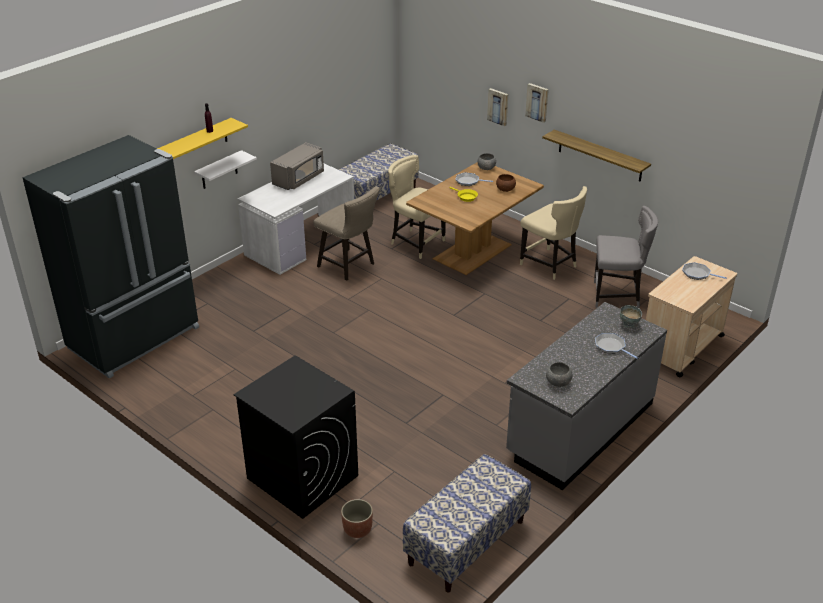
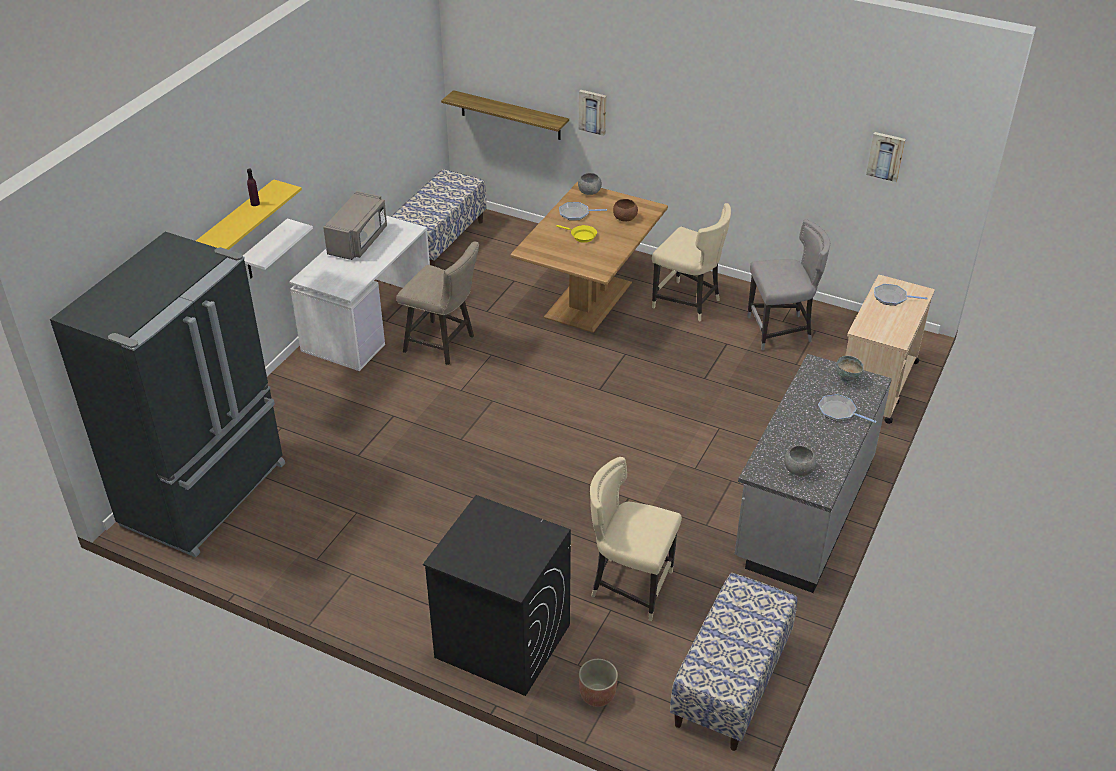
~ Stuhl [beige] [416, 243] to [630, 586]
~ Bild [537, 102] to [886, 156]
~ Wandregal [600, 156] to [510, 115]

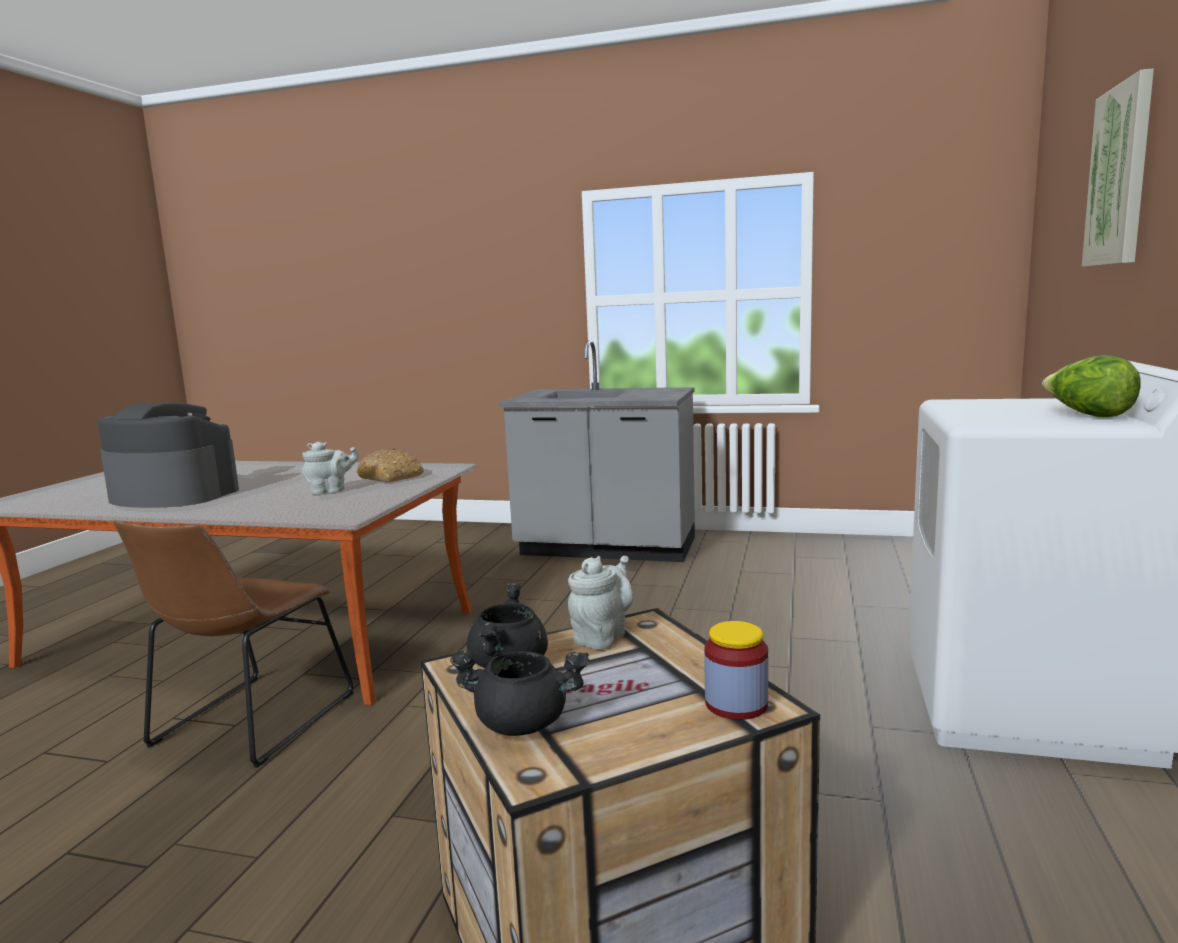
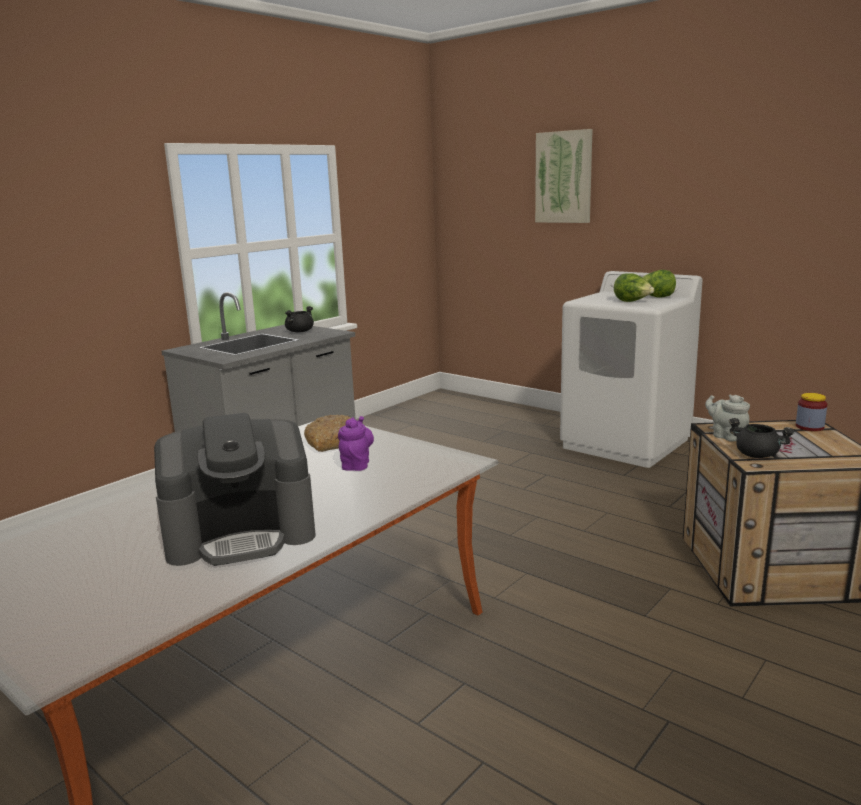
- Stuhl [braun] [248, 723]
+ Salatkopf [632, 302]
~ Kochtopf [schwarz] [523, 723] to [300, 331]
~ Teekanne [grau] [331, 491] to Teekanne [lila] [356, 464]
~ Kaffeemaschine [173, 495] = [241, 534] 150 degrees counterclockwise

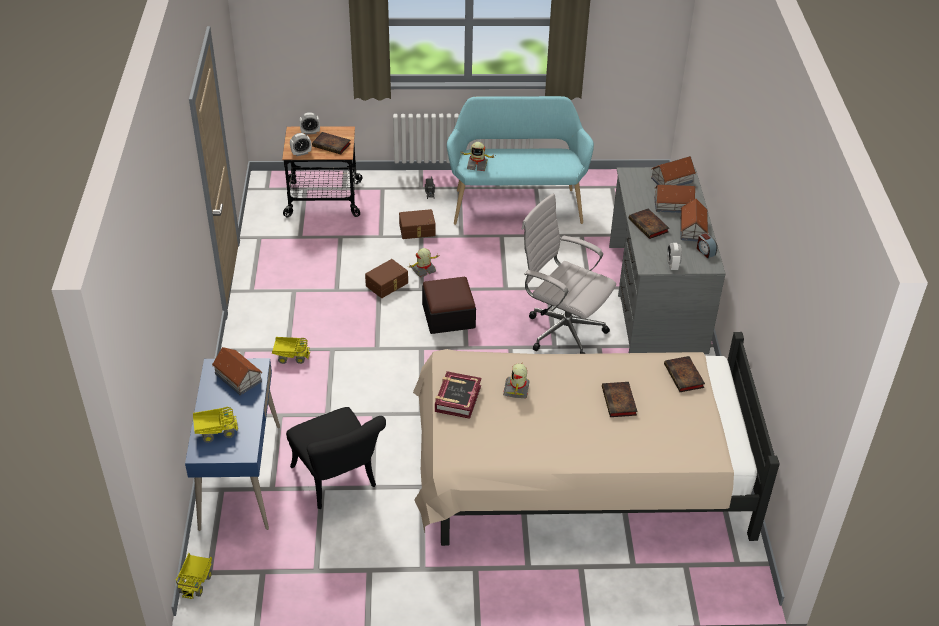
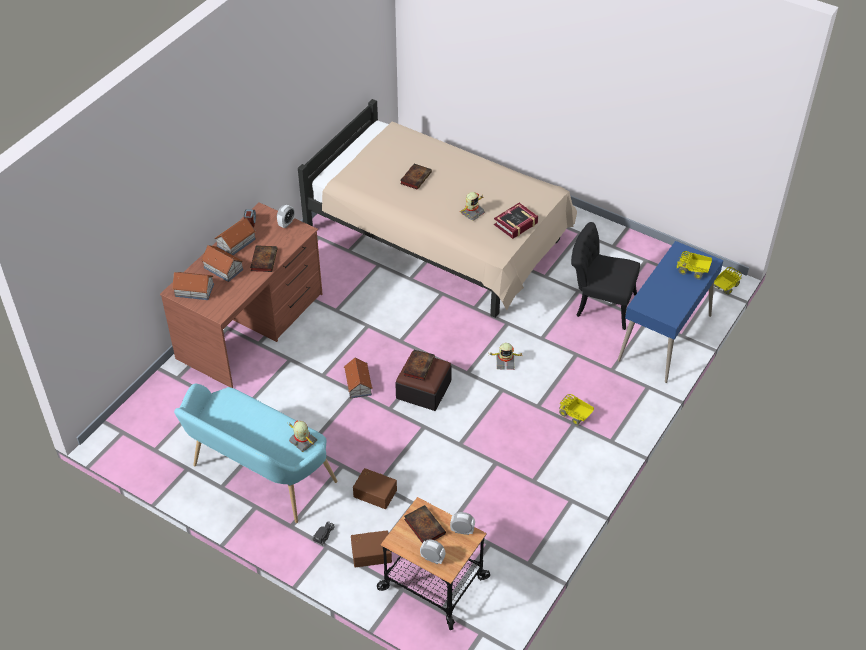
- Bürostuhl [weiß] [562, 331]
~ Spielzeughaus [238, 377] to [358, 384]
~ Aufbewahrungsbox [braun] [387, 285] to [371, 552]
~ Spielzeugroboter [423, 270] to [505, 362]
~ Buch [684, 377] to [419, 366]
~ Schreibtisch [grau] [655, 298] to Schreibtisch [braun] [251, 326]
~ Stuhl [schwarz] [338, 482] = [599, 304] 75 degrees counterclockwise

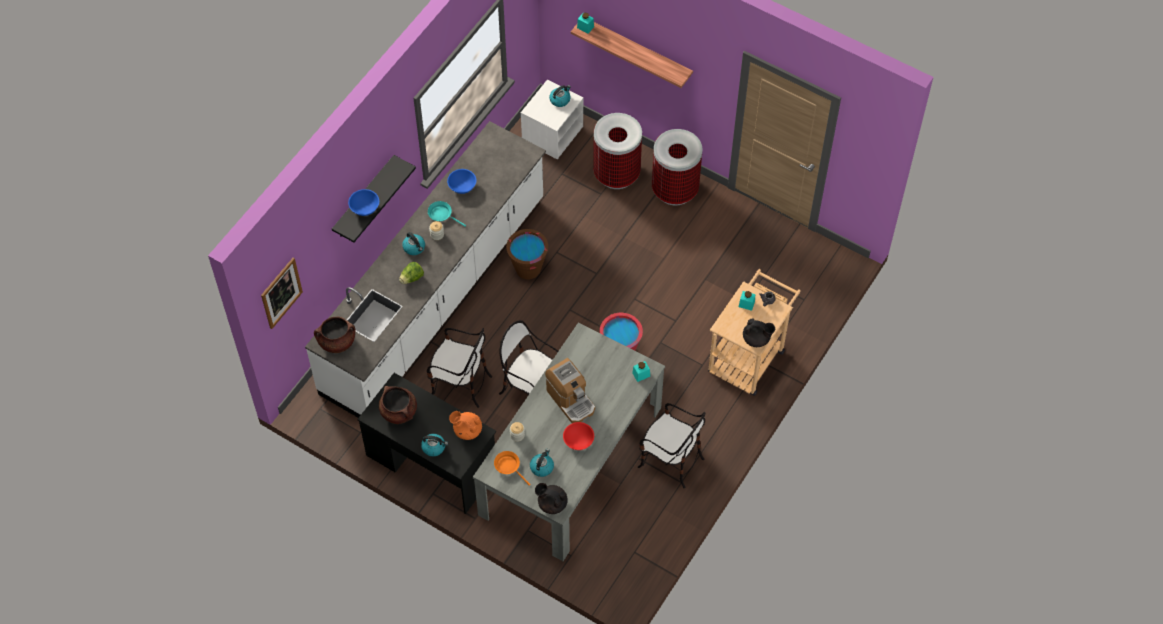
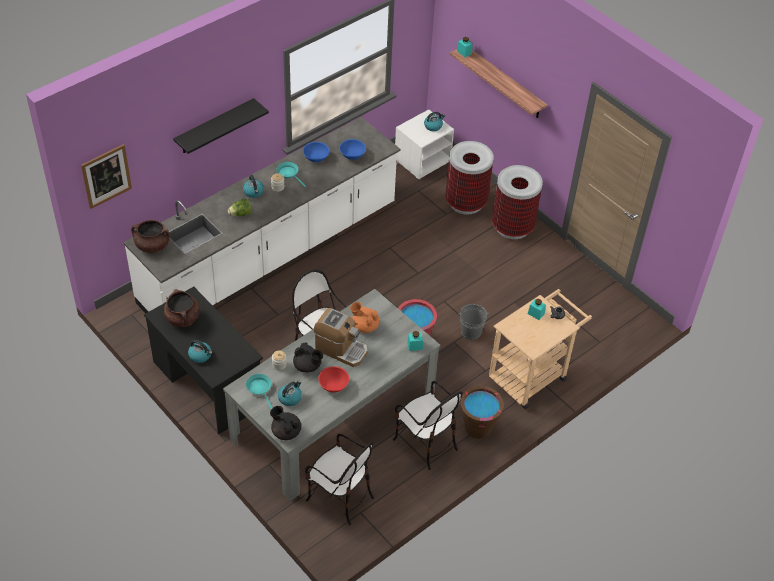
+ Eimer [grau] [471, 332]
~ Schüssel [blau] [365, 208] to [352, 155]
~ Stuhl [460, 384] to [340, 497]
~ Teekanne [orange] [467, 430] to [364, 326]
~ Eimer [braun] [528, 269] to [478, 428]
~ Teekanne [schwarz] [756, 339] to [308, 366]
~ Pfanne [orange] [509, 466] to Pfanne [türkis] [260, 389]
~ Kaffeemaschine [571, 400] = [341, 349] 45 degrees counterclockwise

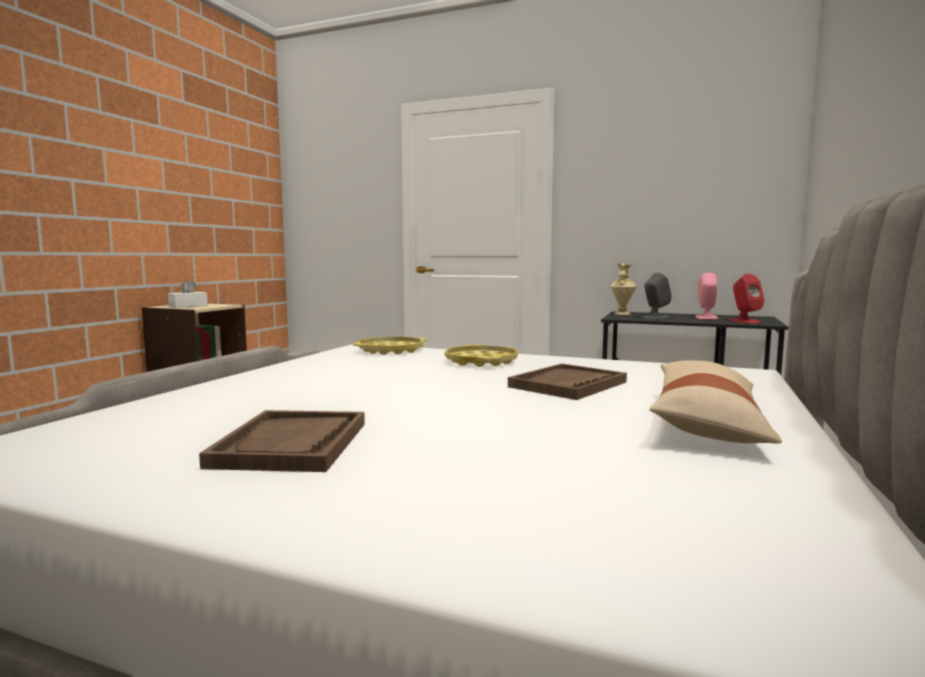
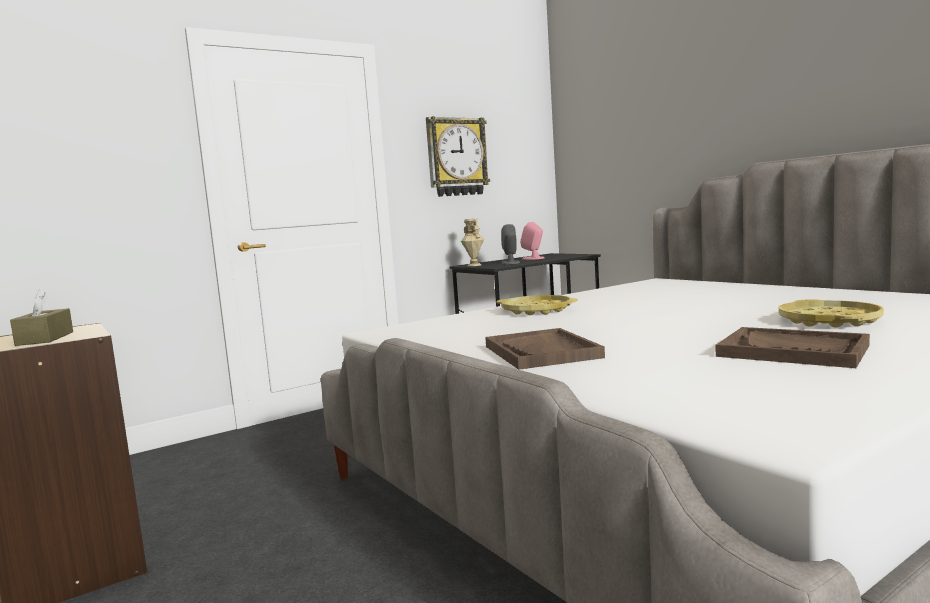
- Kissen [beige] [707, 421]
- Lautsprecher [rot] [745, 321]
+ Wanduhr [456, 157]
~ Tablett [gelb] [391, 351] to [829, 321]
~ Tablett [braun] [568, 384] to [542, 352]
~ Taschentuchbox [weiß] [188, 306] to Taschentuchbox [braun] [45, 338]

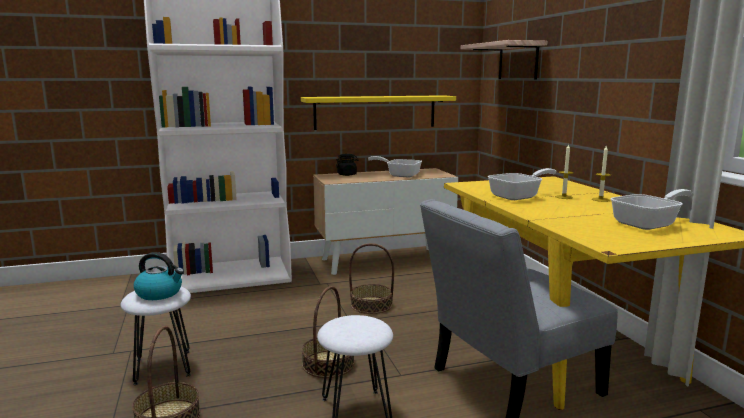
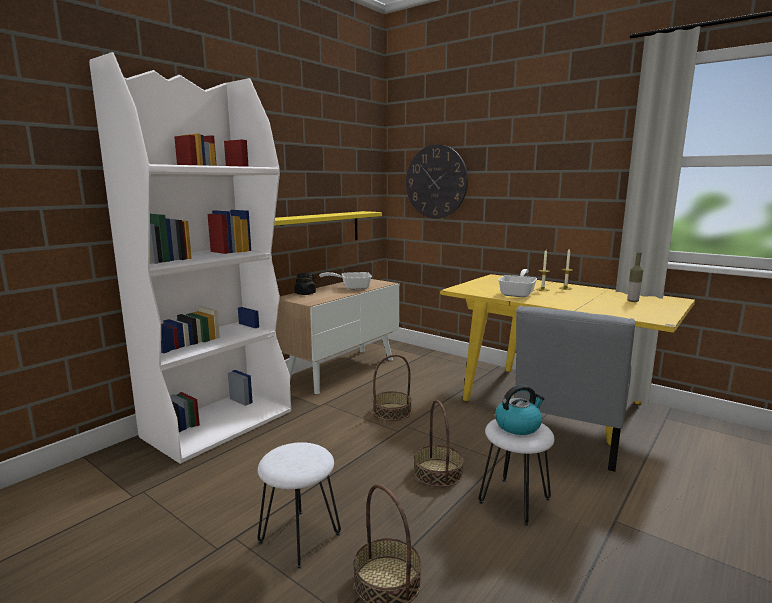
~ Wasserkessel [160, 293] to [518, 425]
~ Wandregal [518, 61] to Wanduhr [436, 182]
~ Pfanne [649, 224] to Flasche [632, 301]

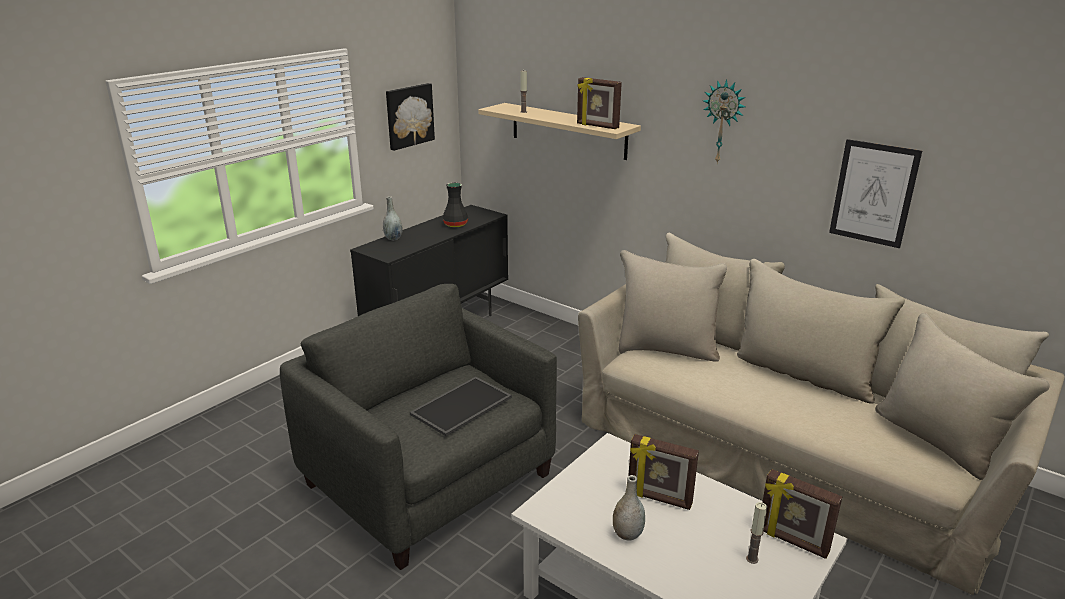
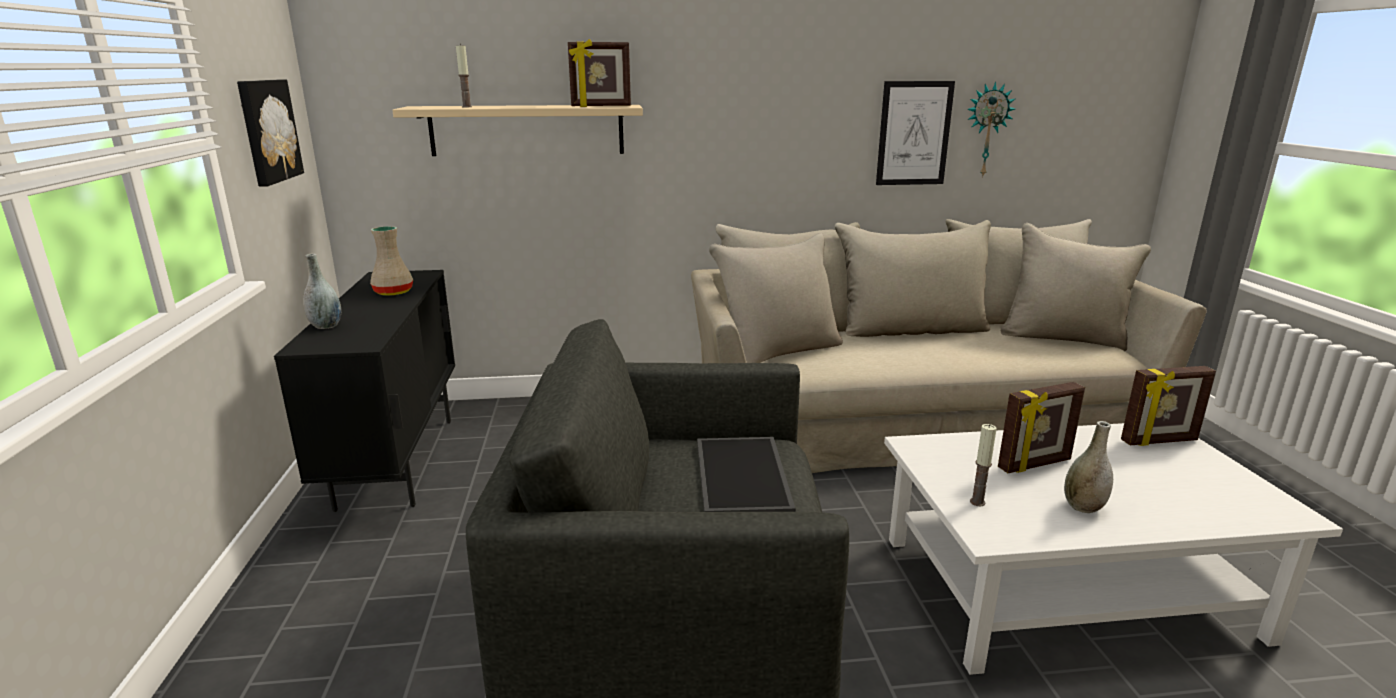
~ Wanduhr [723, 122] to [986, 130]
~ Kerze [752, 559] to [977, 502]
~ Vase [schwarz] [456, 224] to Vase [beige] [394, 292]

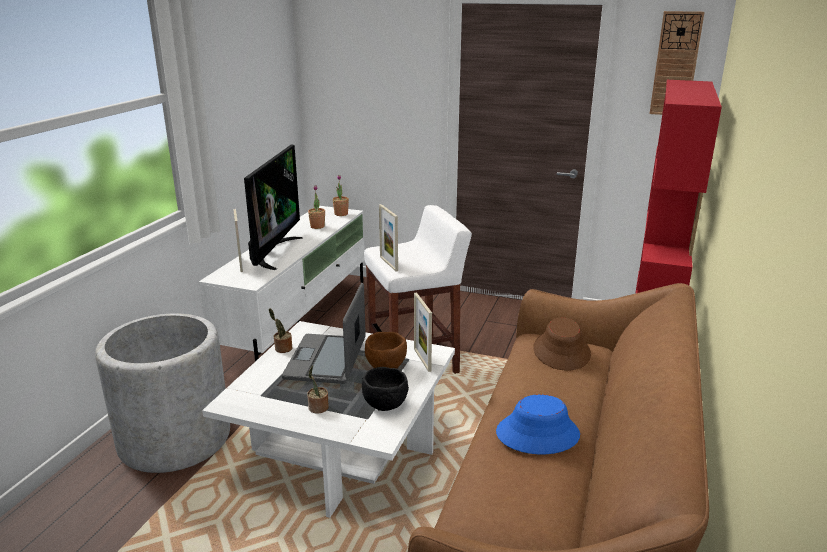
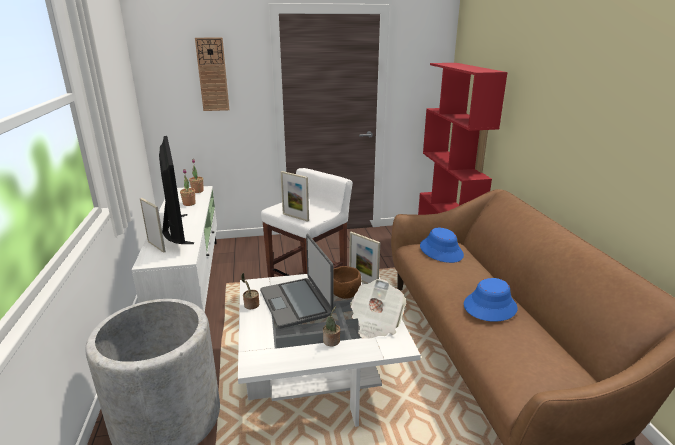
~ Wanduhr [675, 64] to [212, 75]
~ Schüssel [schwarz] [384, 405] to Zeitung [376, 322]
~ Hut [braun] [562, 351] to Hut [blau] [441, 251]

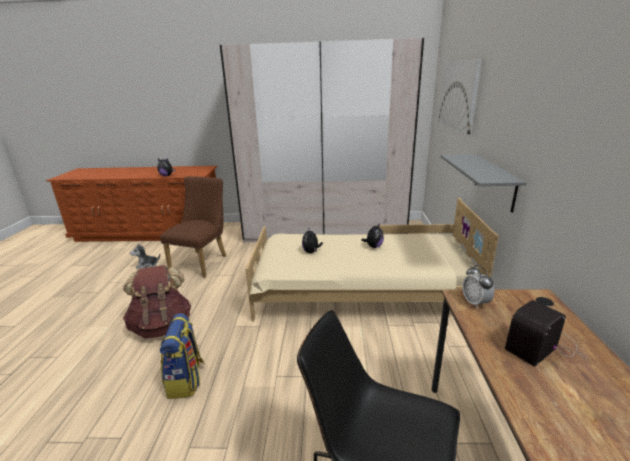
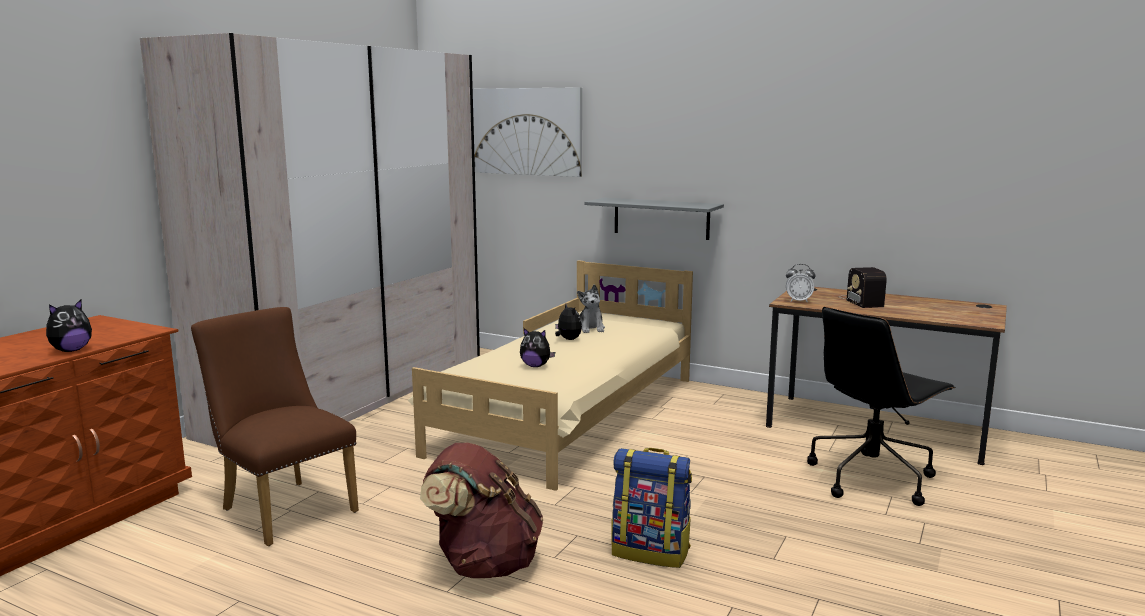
~ Plüschtier [147, 267] to [591, 328]

